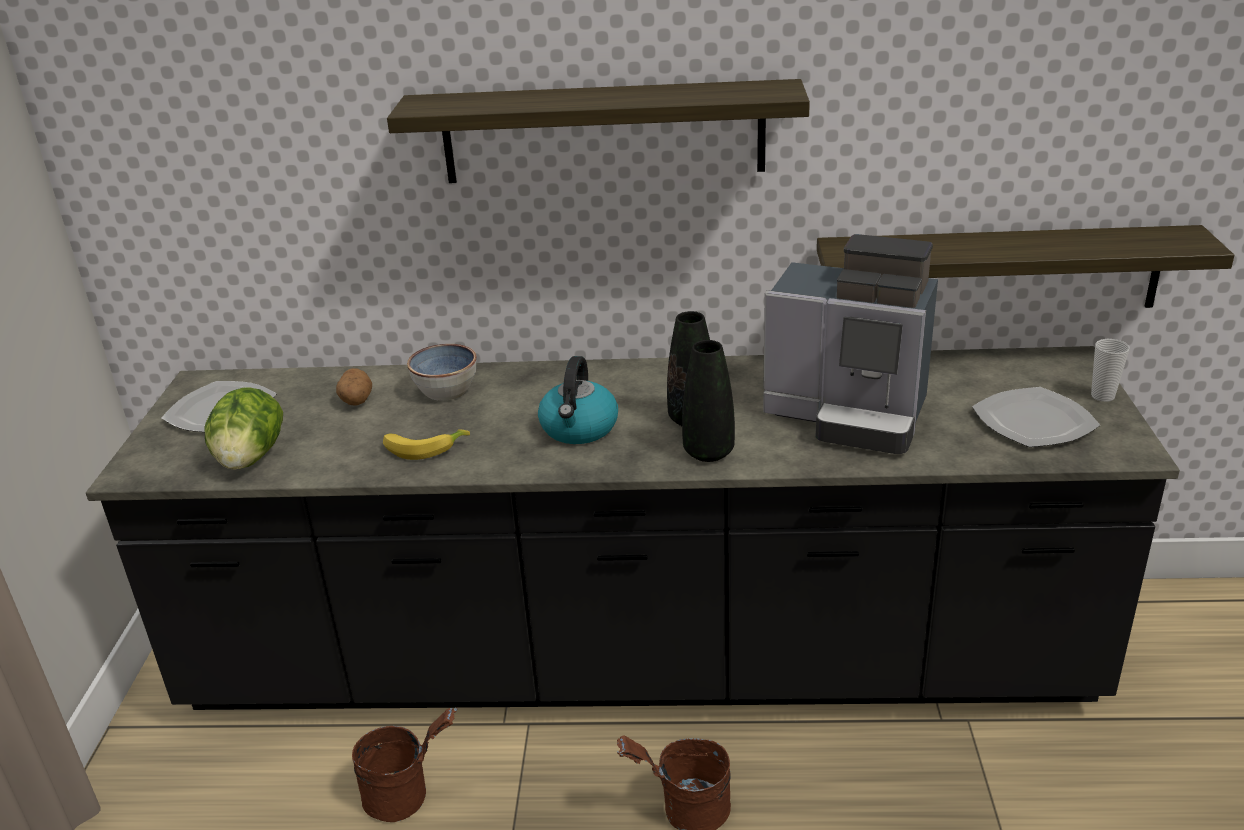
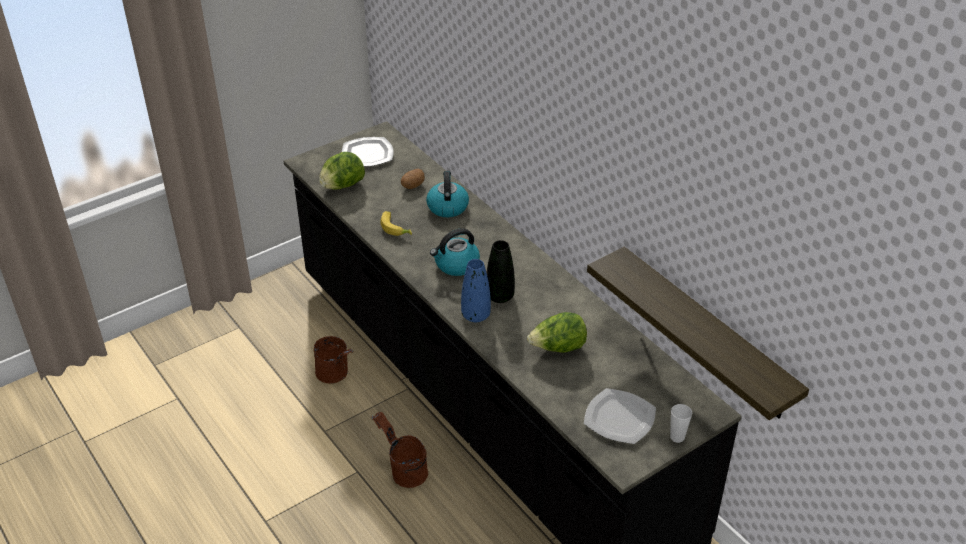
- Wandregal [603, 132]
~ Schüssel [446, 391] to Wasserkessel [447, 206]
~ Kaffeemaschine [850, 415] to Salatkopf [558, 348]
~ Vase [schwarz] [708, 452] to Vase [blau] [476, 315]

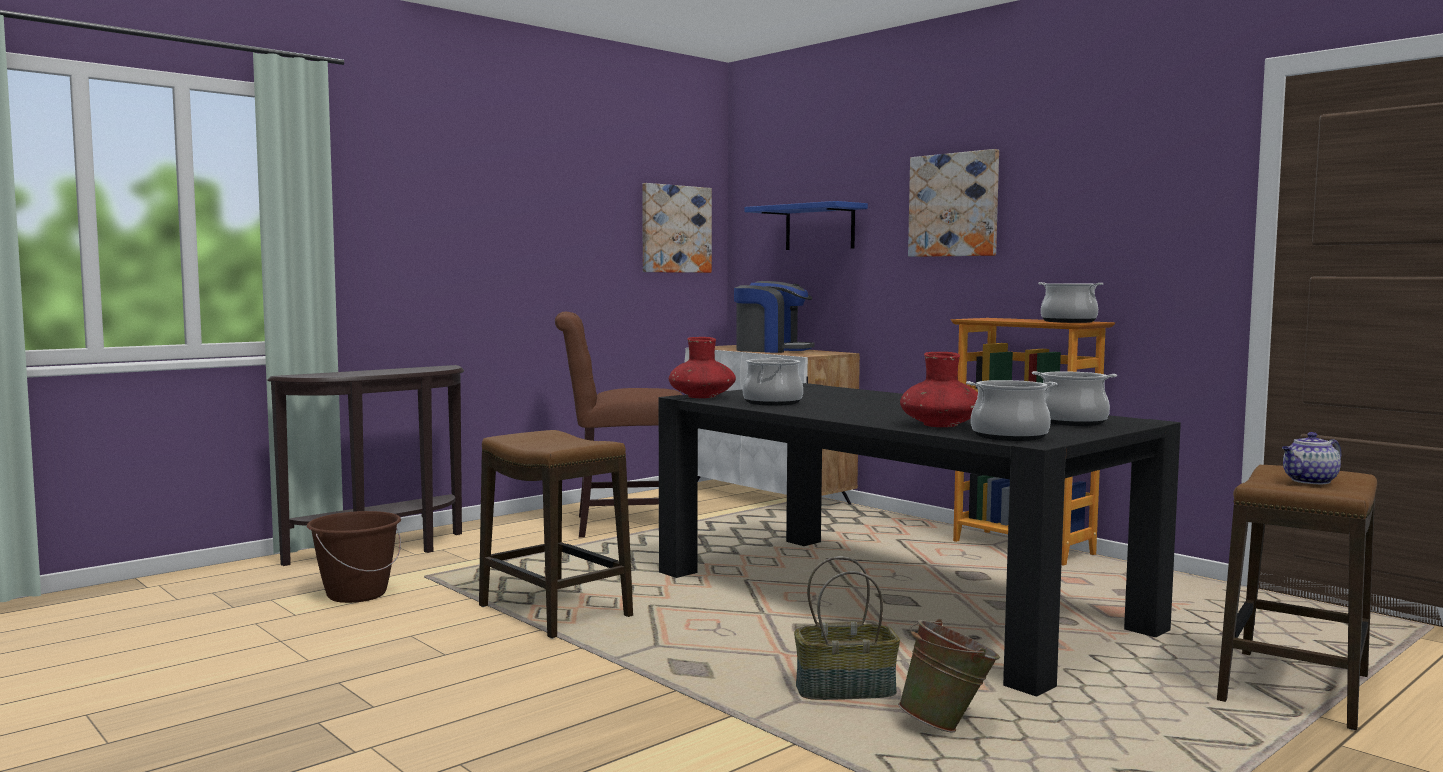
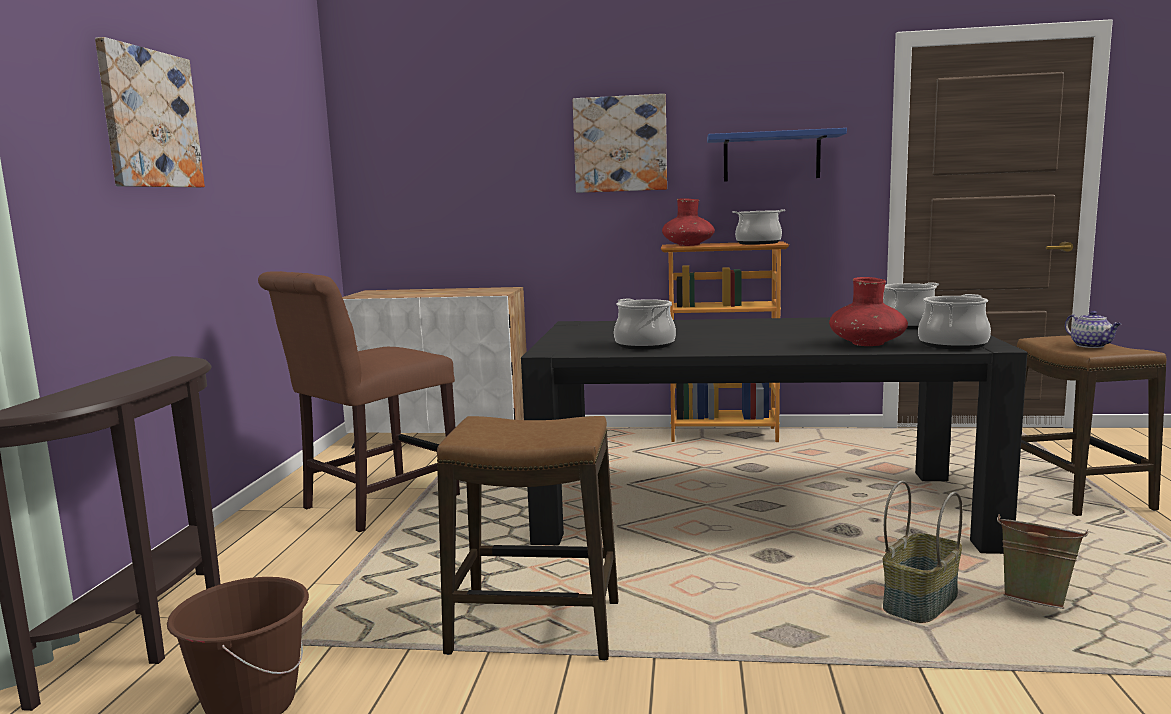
- Kaffeemaschine [772, 350]
~ Bild [675, 229] to [149, 119]
~ Vase [rot] [702, 397] to [688, 245]
~ Wandregal [blau] [819, 227] to [771, 157]
~ Teekanne [1309, 481] = [1091, 346] 45 degrees counterclockwise

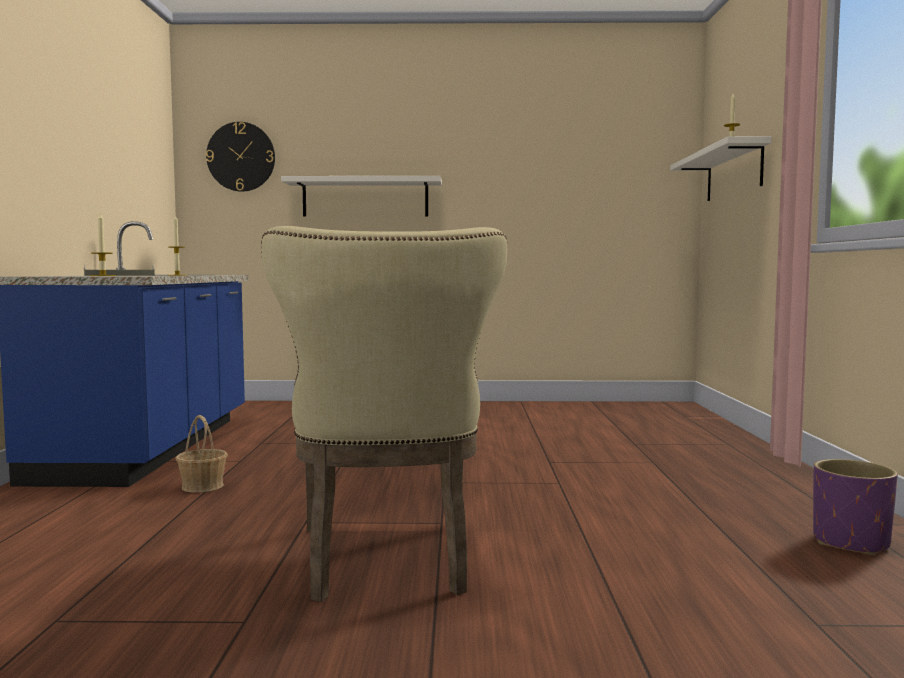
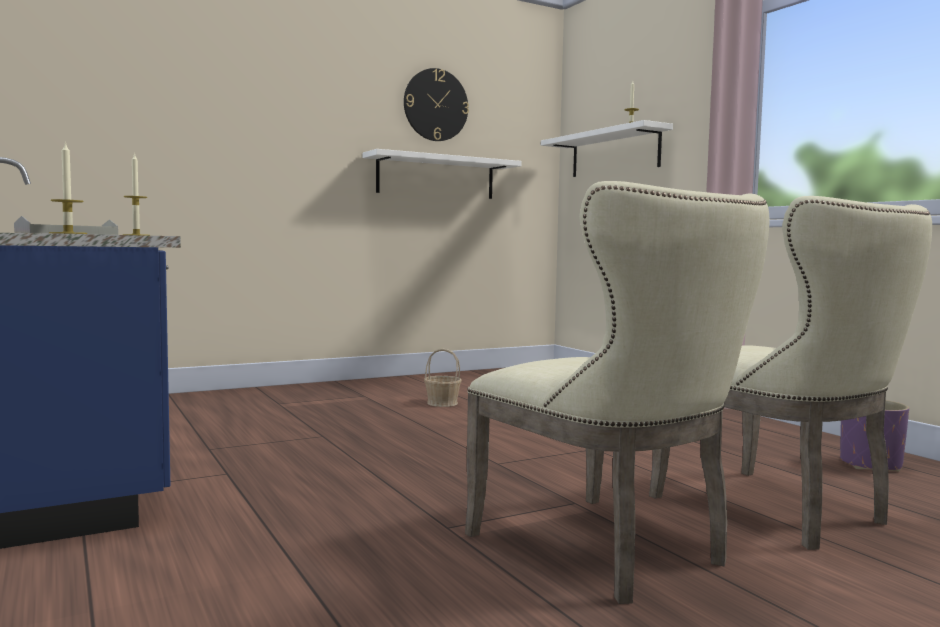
+ Stuhl [beige] [782, 512]
~ Korb [202, 486] to [442, 403]
~ Wanduhr [241, 157] to [435, 105]
~ Wandregal [weiß] [365, 198] to [436, 177]

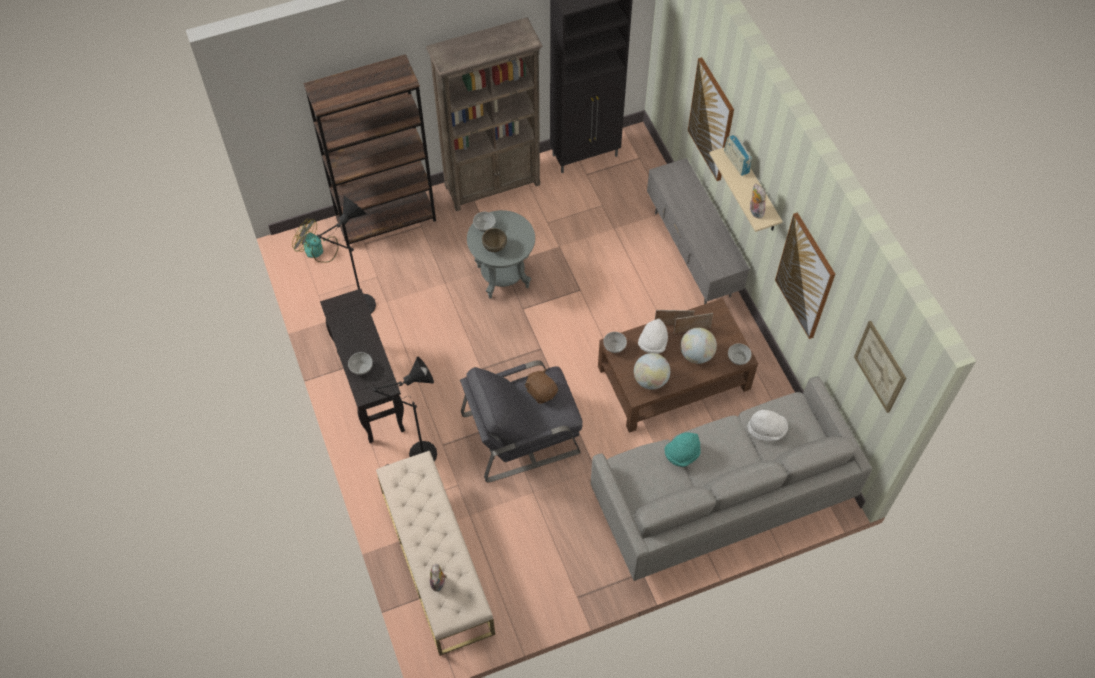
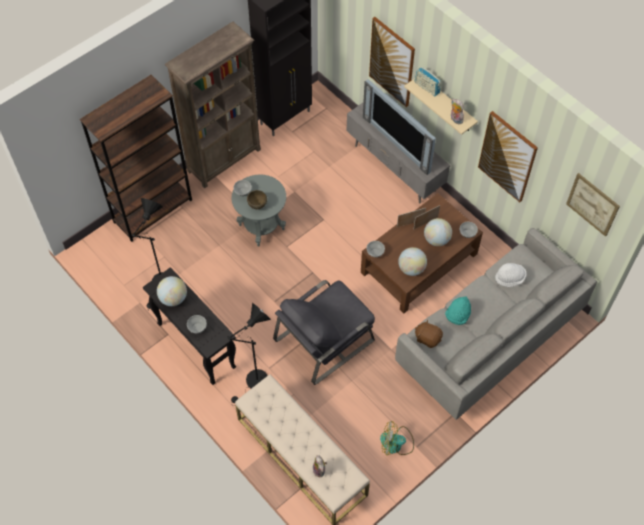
- Hut [weiß] [653, 343]
+ Globus [173, 298]
+ Fernseher [398, 142]
~ Ventilator [318, 250] to [396, 443]
~ Plüschtier [braun] [541, 392] to [428, 338]

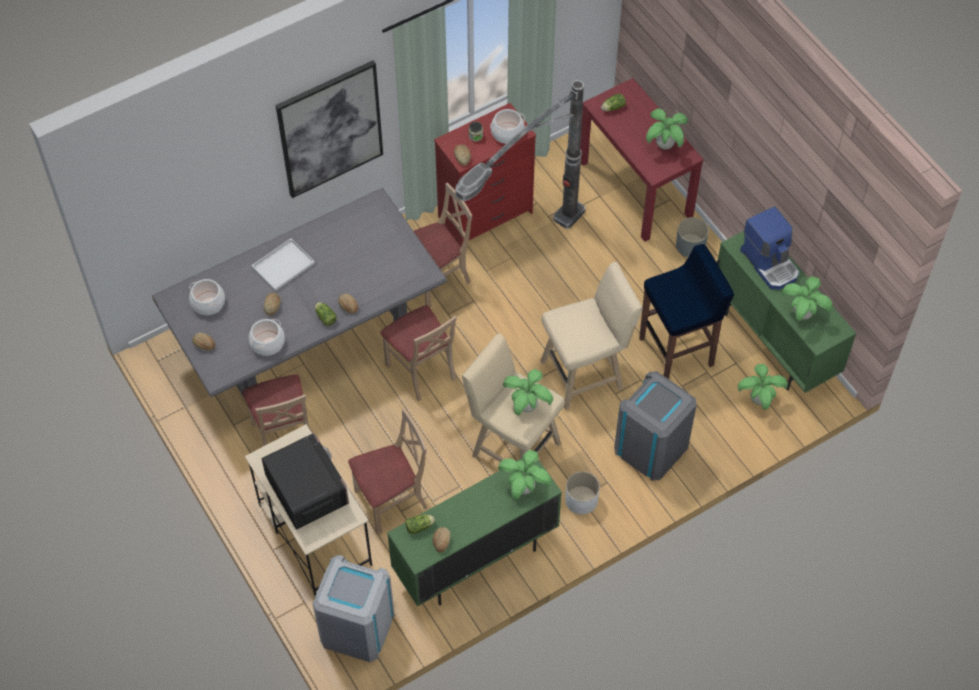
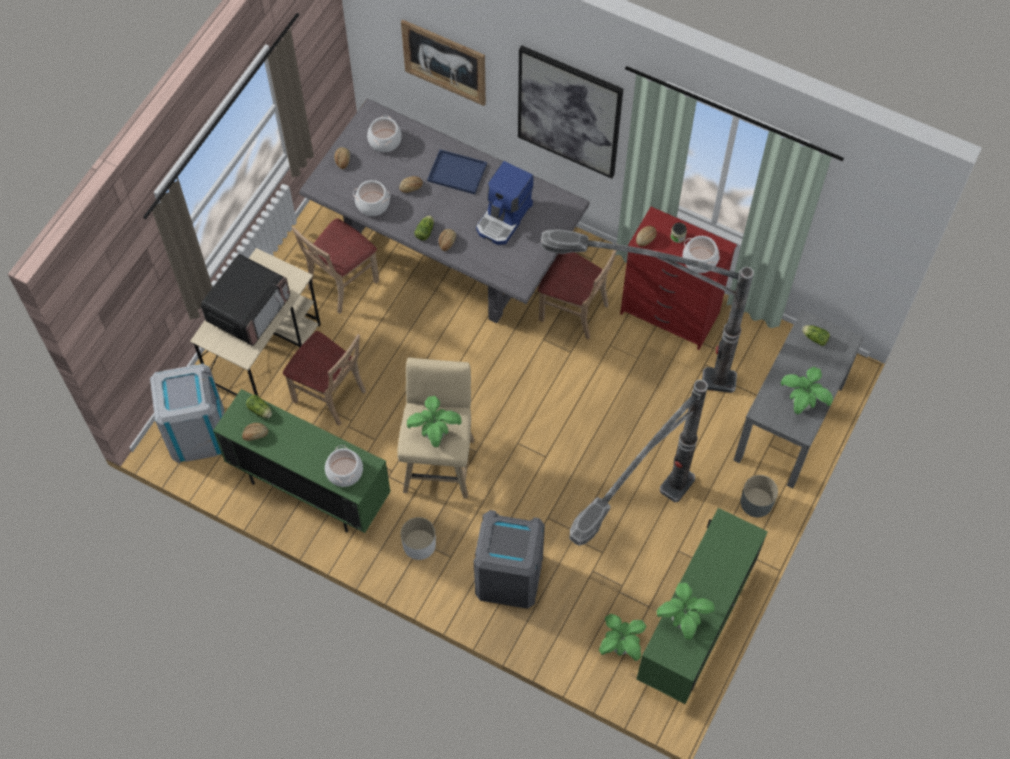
- Stuhl [beige] [421, 371]
- Hocker [beige] [586, 373]
+ Bild [444, 62]
~ Kaffeemaschine [770, 263] to [504, 218]
~ Topfpflanze [524, 488] to Kochtopf [344, 472]
~ Hocker [blau] [677, 352] to Stehlampe [627, 549]
~ Tablett [weiß] [283, 264] to Tablett [blau] [458, 172]
~ Konsolentisch [rot] [636, 188] to Konsolentisch [grau] [789, 422]

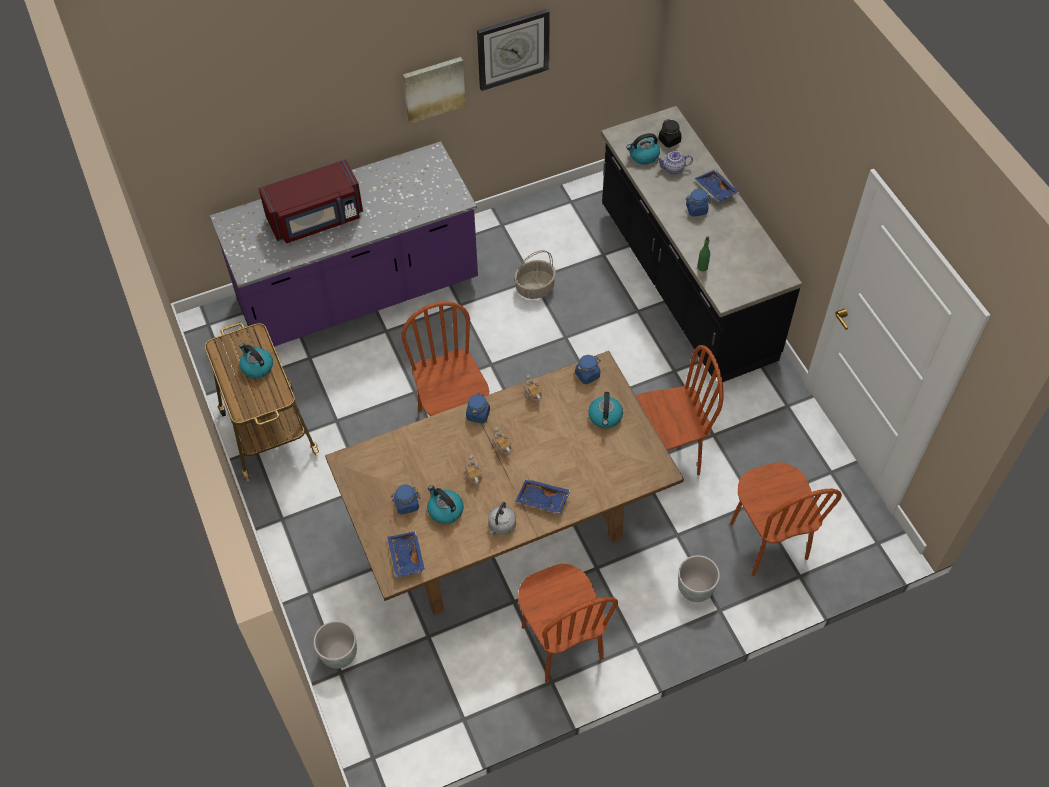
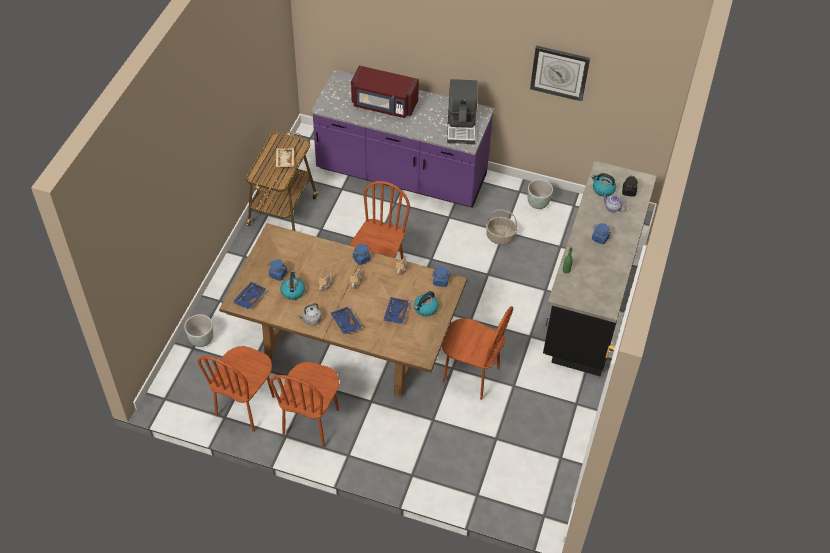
- Bild [434, 88]
+ Kaffeemaschine [462, 126]
~ Pflanzkübel [grau] [695, 589] to [538, 203]
~ Tablett [blau] [715, 190] to [395, 313]
~ Stuhl [braun] [768, 541] to [245, 406]
~ Wasserkessel [257, 367] to Tablett [beige] [284, 160]

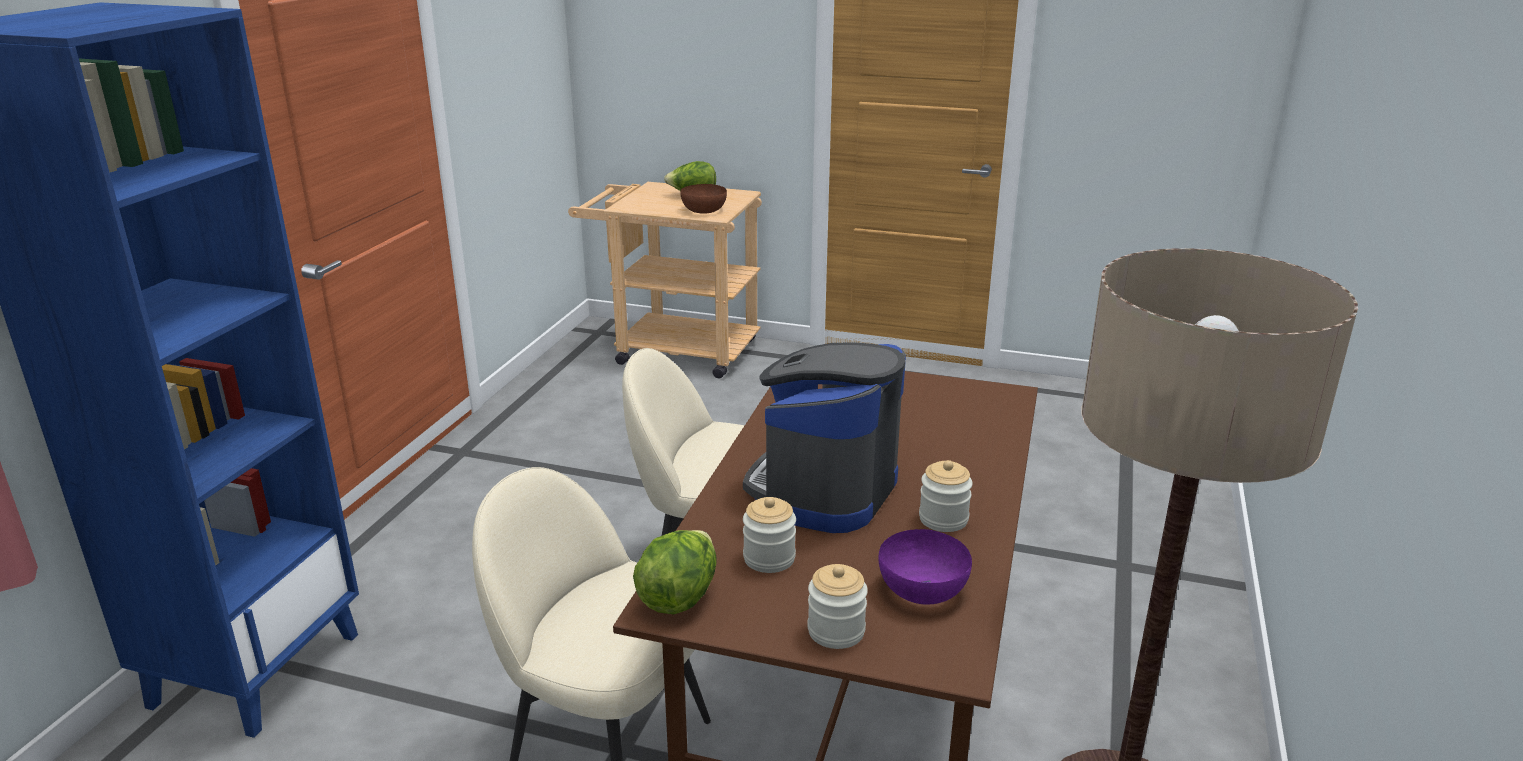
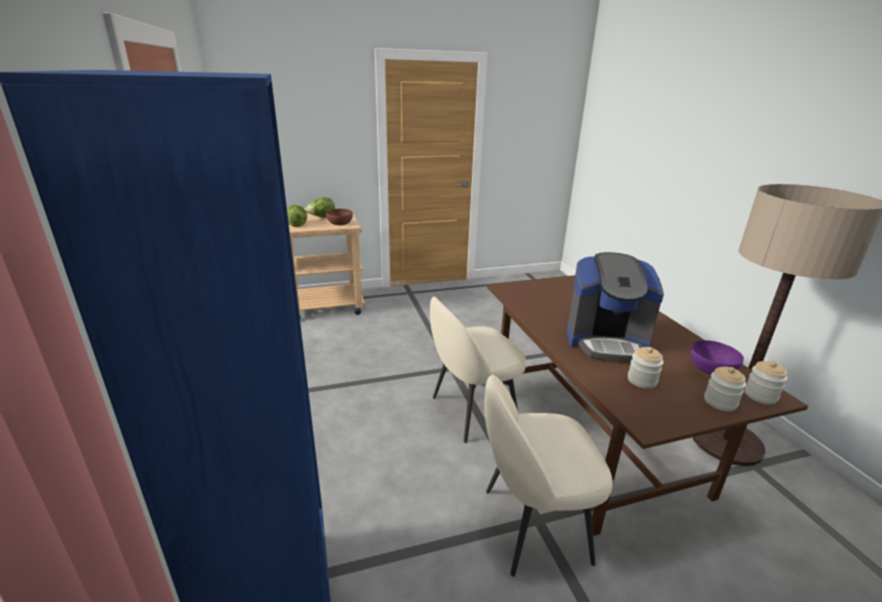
~ Salatkopf [679, 596] to [297, 225]
~ Vorratsglas [943, 519] to [760, 395]
~ Kaffeemaschine [823, 490] = [606, 341] 75 degrees counterclockwise

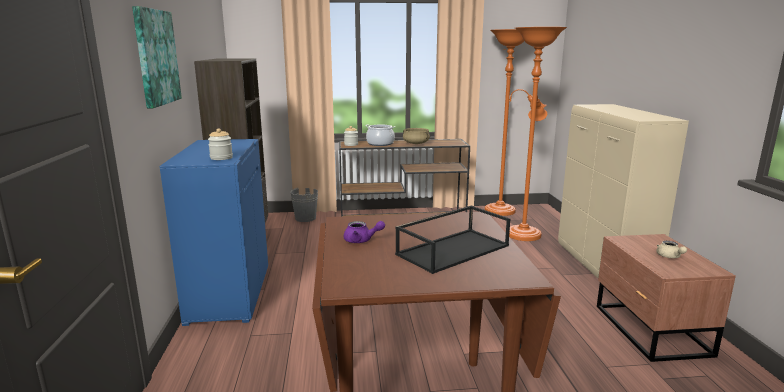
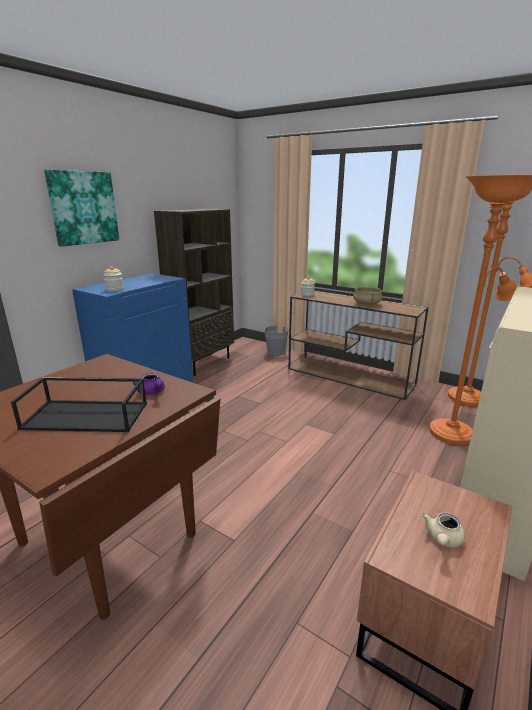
- Kochtopf [380, 144]
~ Teekanne [lila] [361, 240] to [152, 392]

